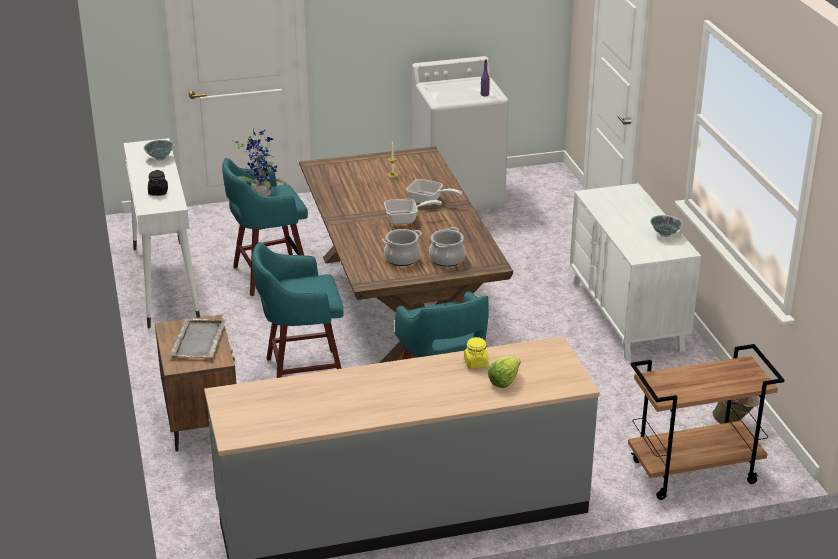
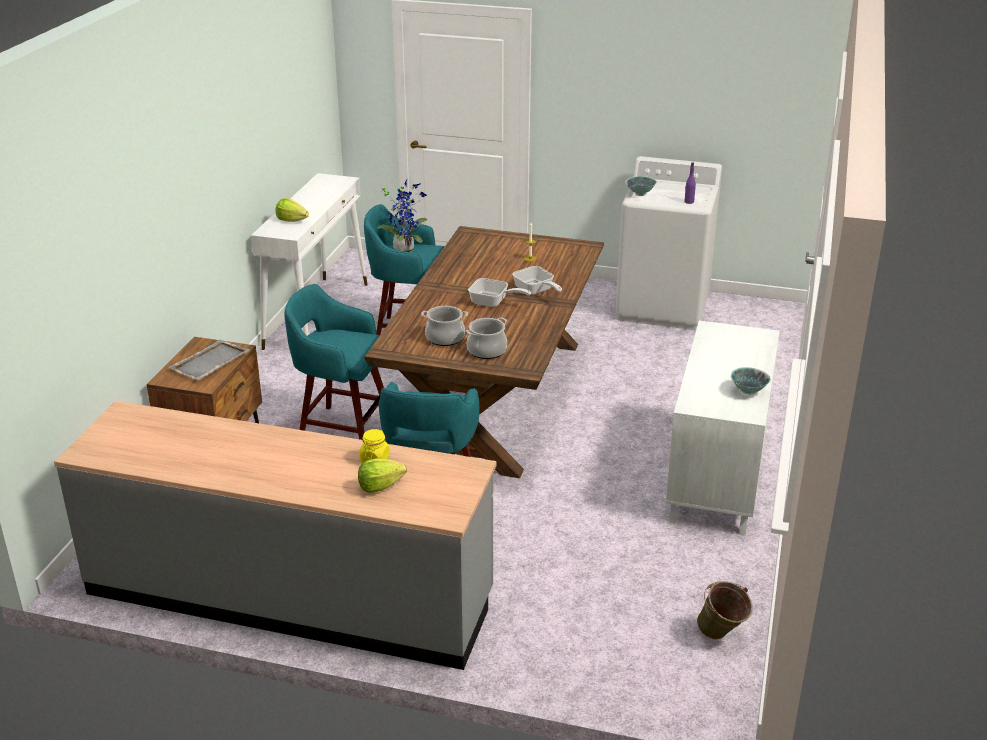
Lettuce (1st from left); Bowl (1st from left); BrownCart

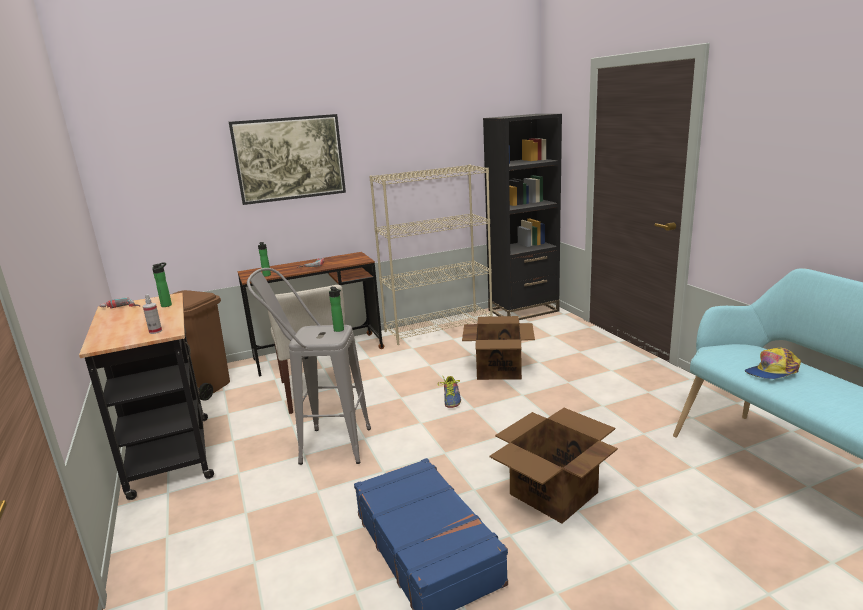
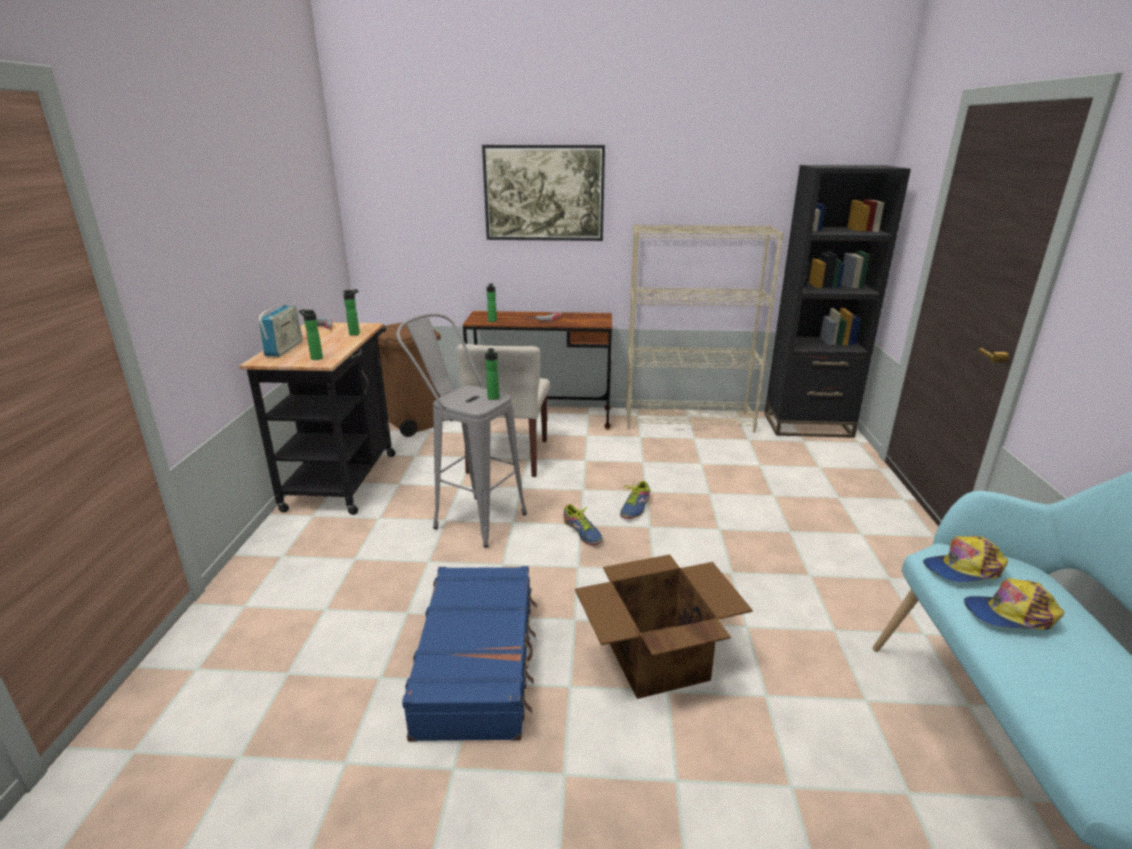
Radio; Bottle (1st from left); Shoe (1st from left); Cap (1st from left); CardboardBox (1st from left in the first image)

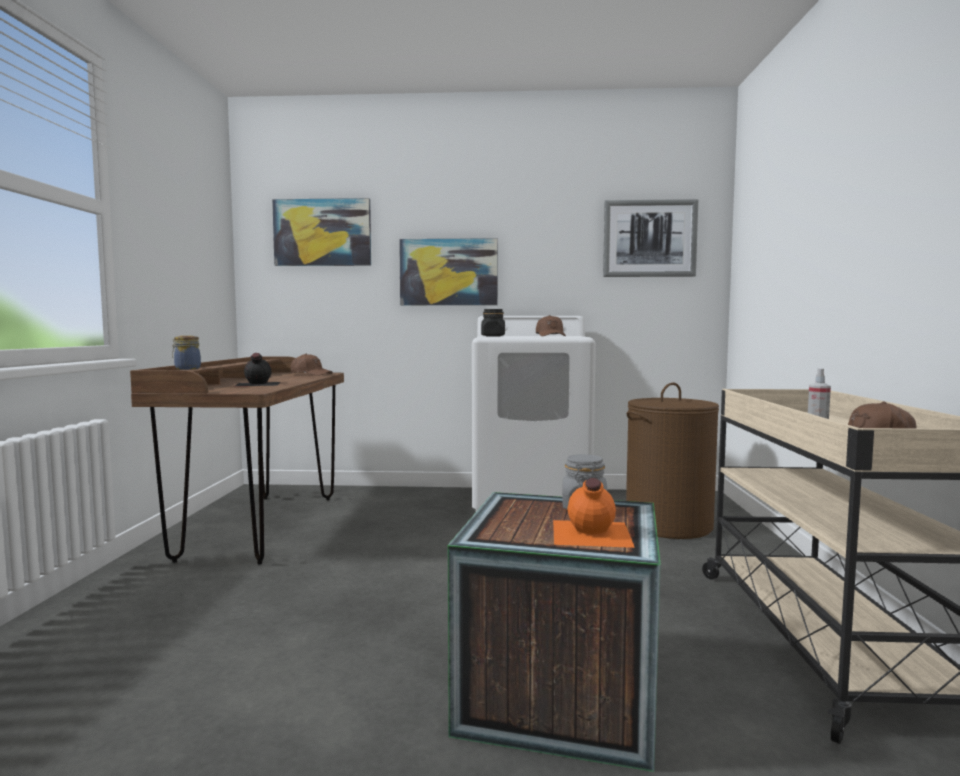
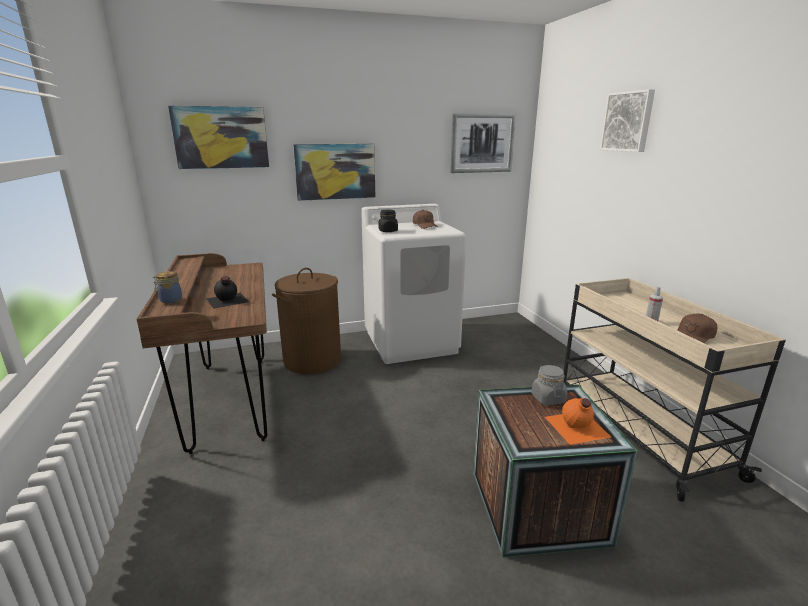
BrownLaundryBasket; Picture (4th from left); BrownCap (1st from left in the first image)

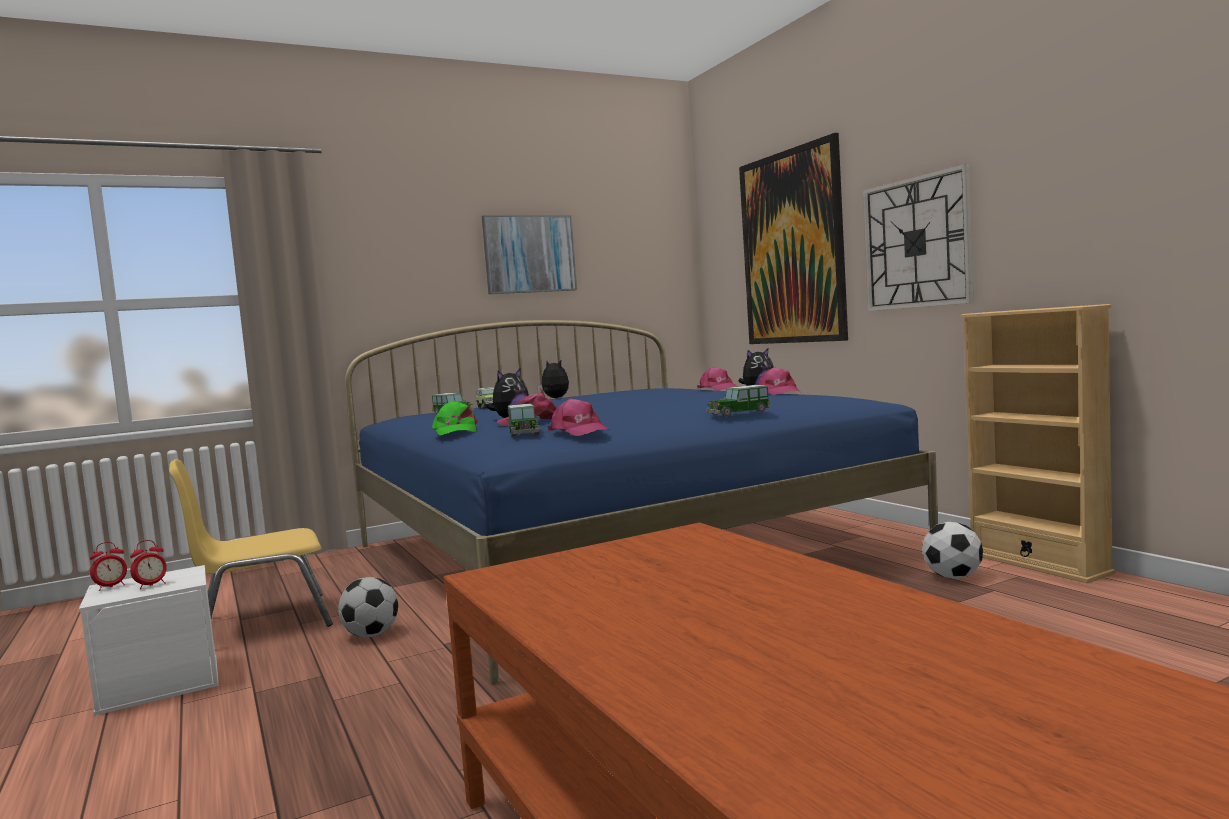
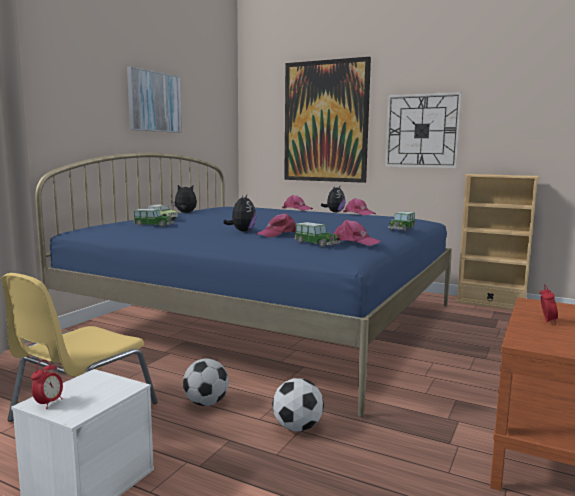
Football (2nd from left); AlarmClock (2nd from left); GreenCap

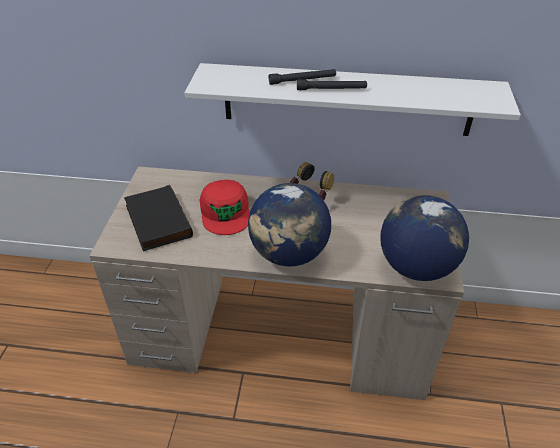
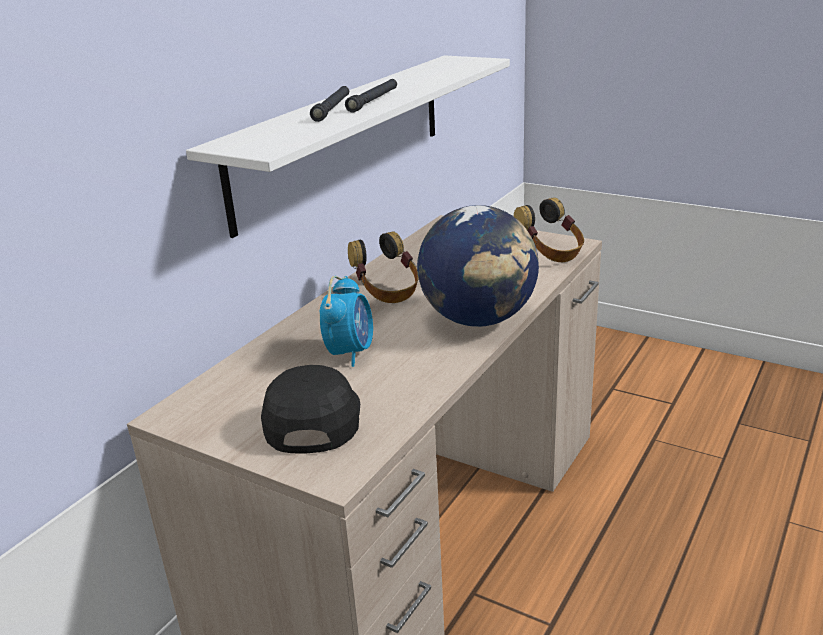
BlackCap; AlarmClock; Headphones (2nd from left)

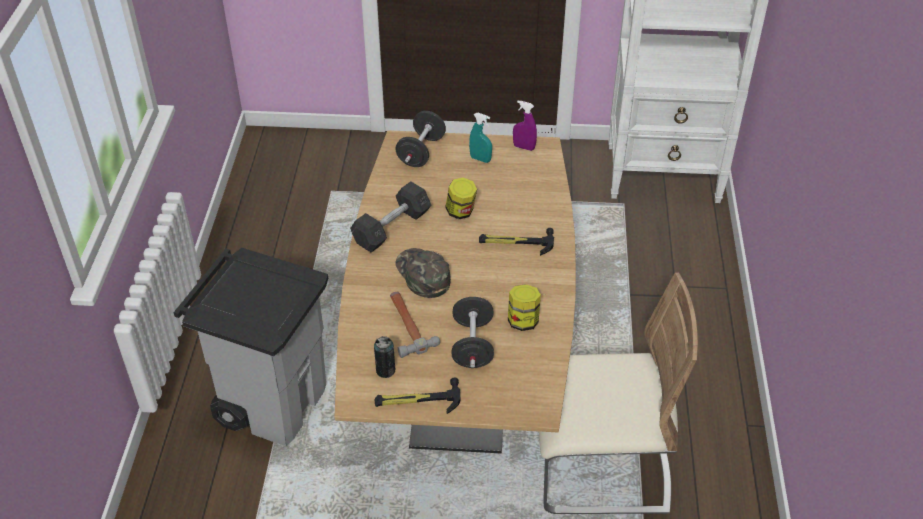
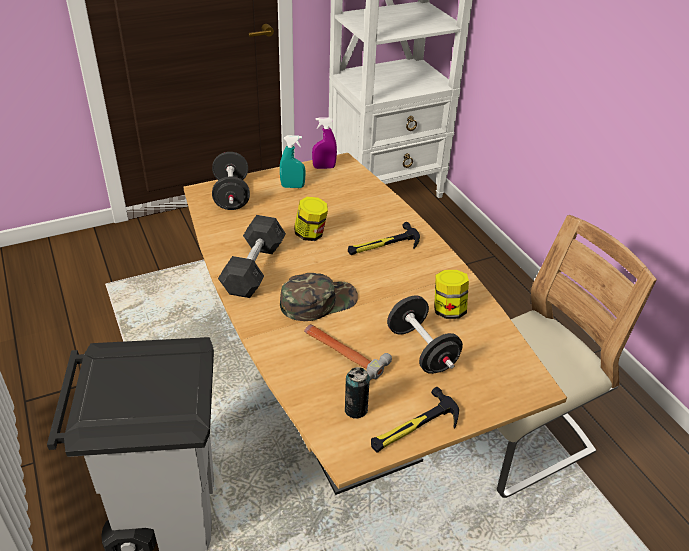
GreenCap

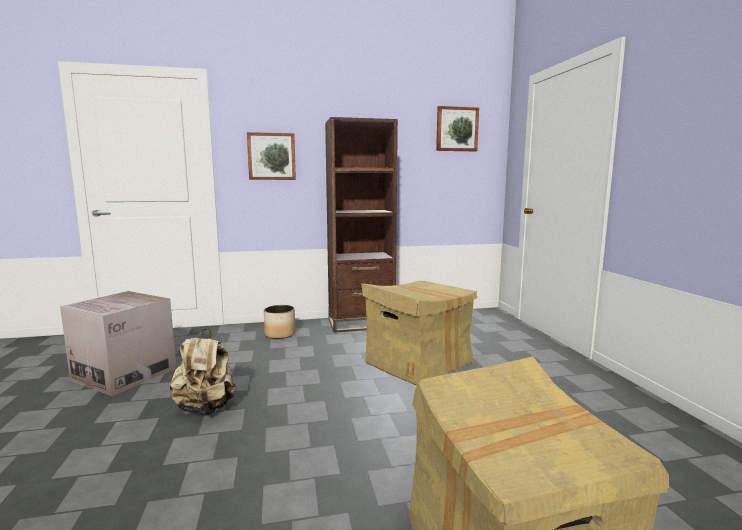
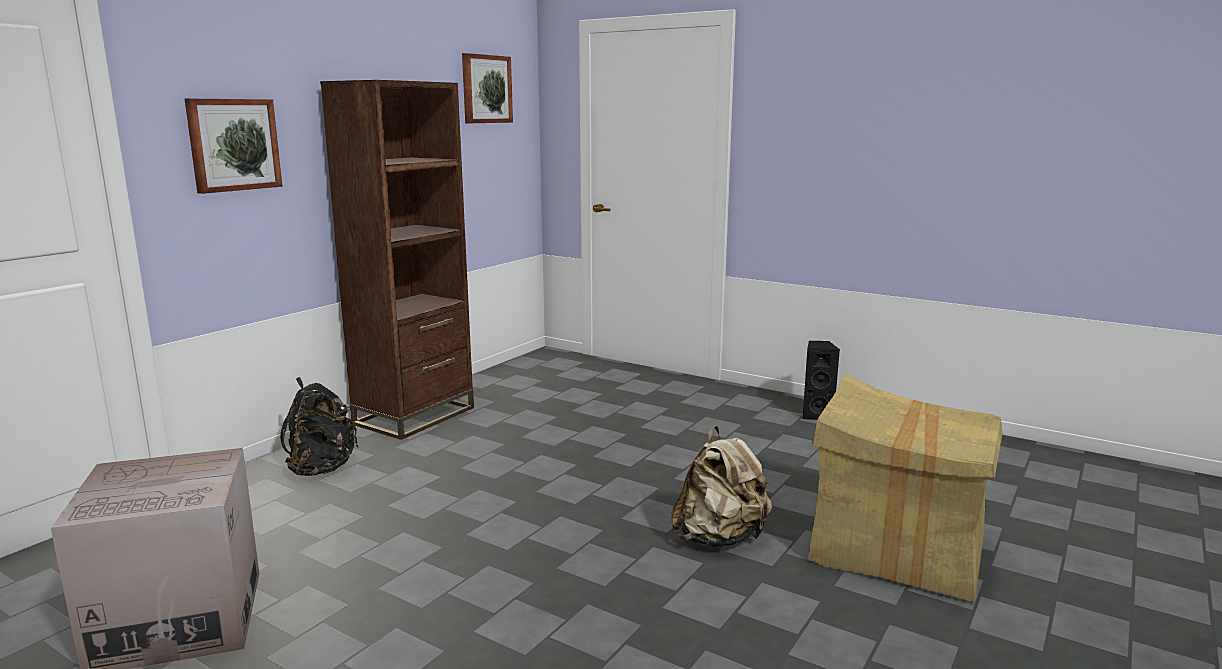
BlackBackpack; BeigeBackpack; BlackSpeaker; CardboardBox (2nd from left in the first image)

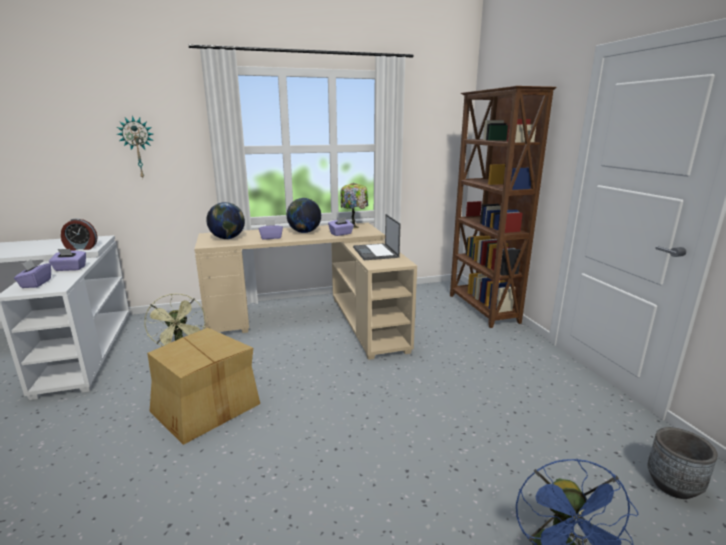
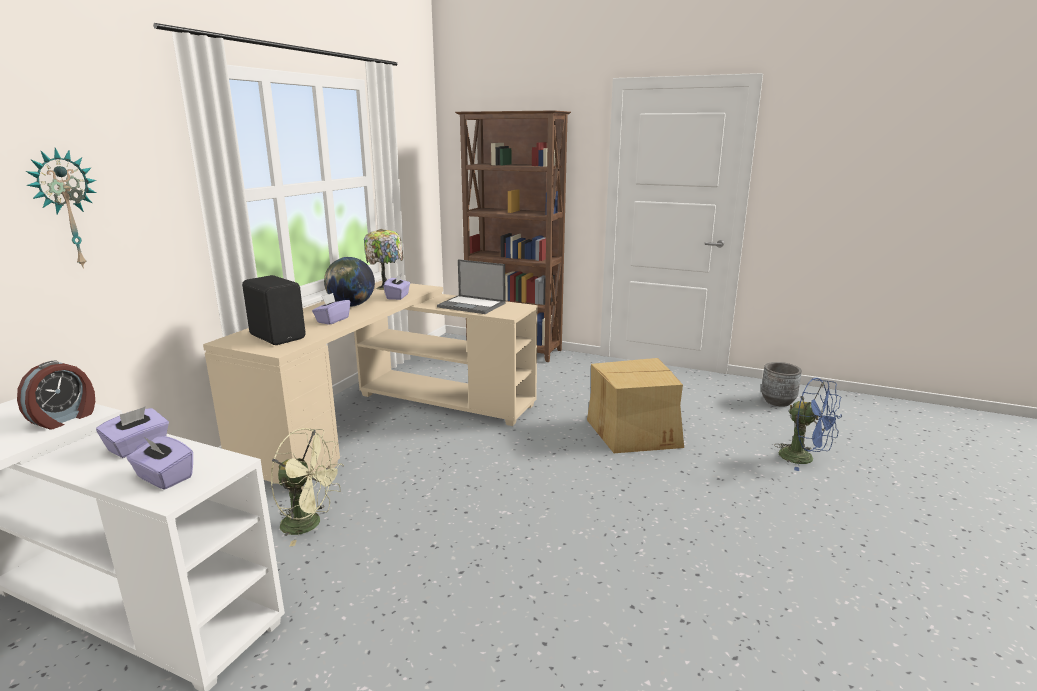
BlackSpeaker; CardboardBox

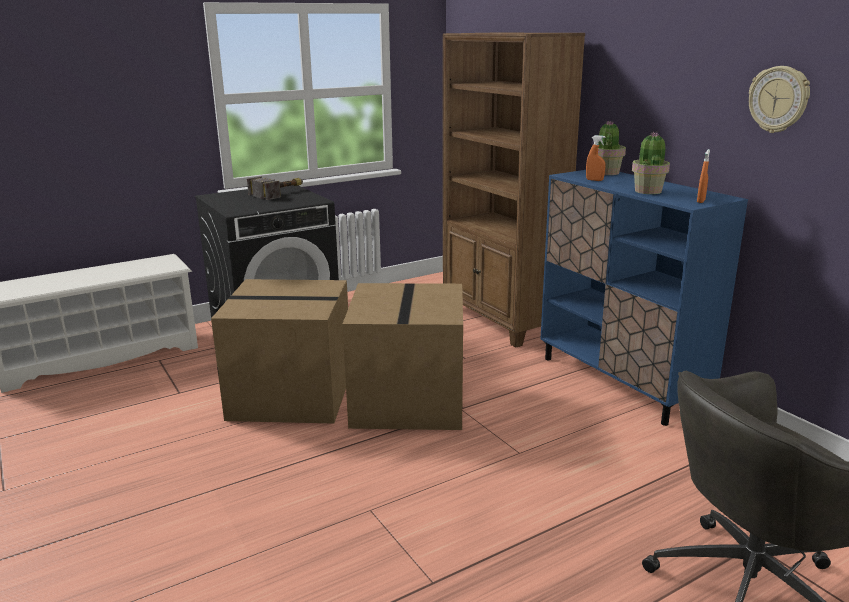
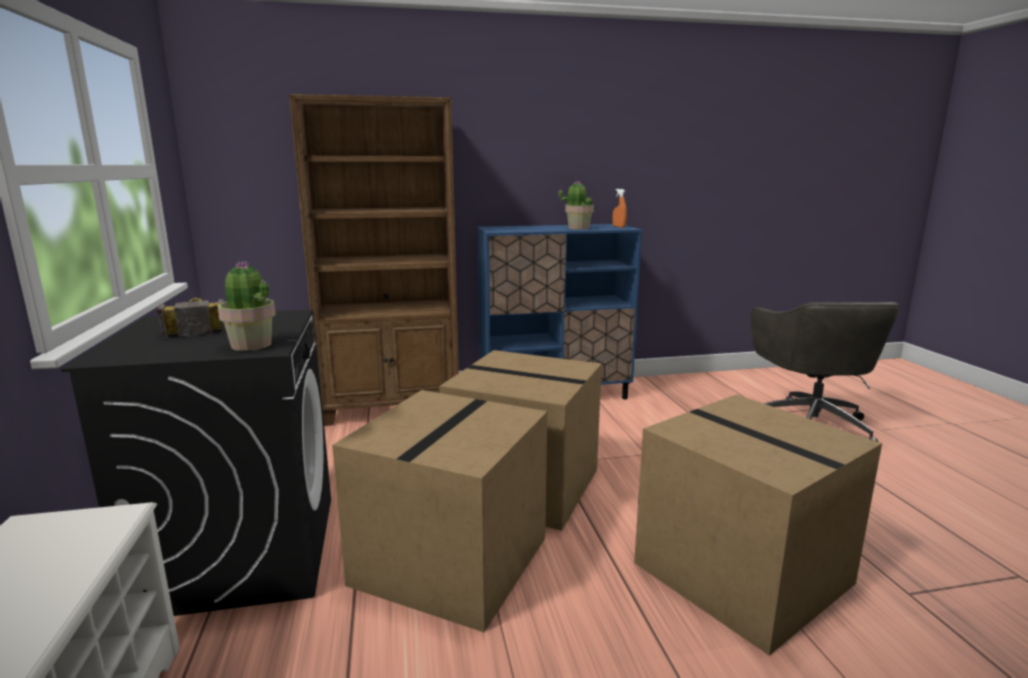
PottedPlant (1st from left); CardboardBox (3rd from left); OrangeSprayBottle (1st from left in the first image); WallClock

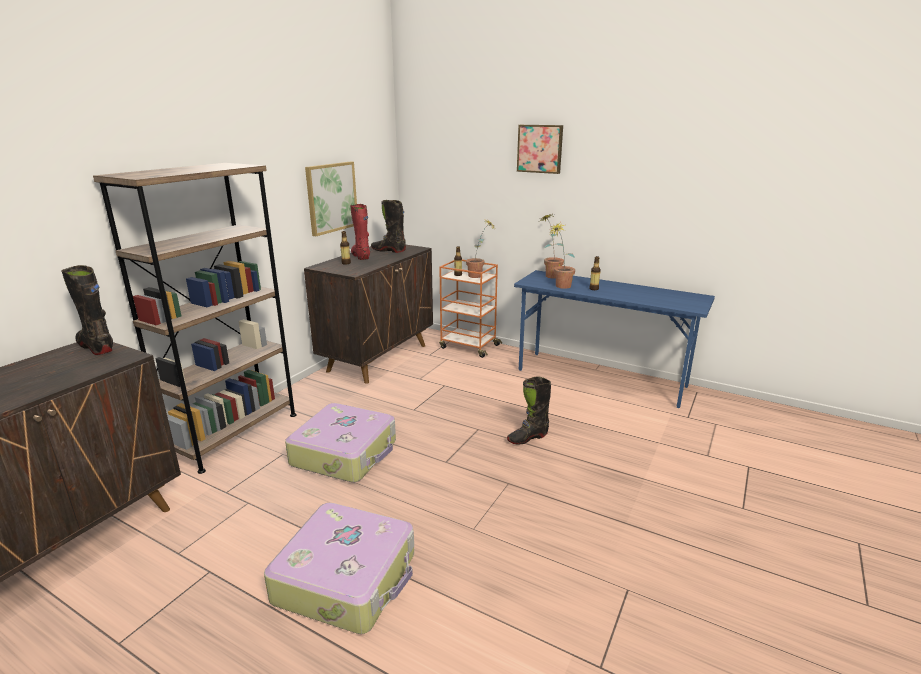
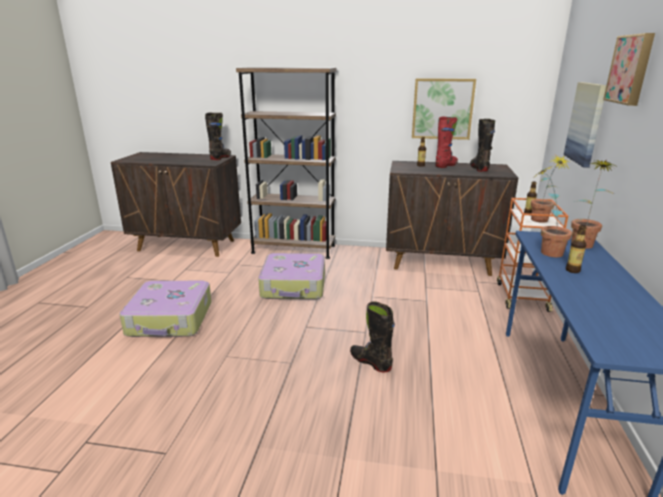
Picture (2nd from left)

